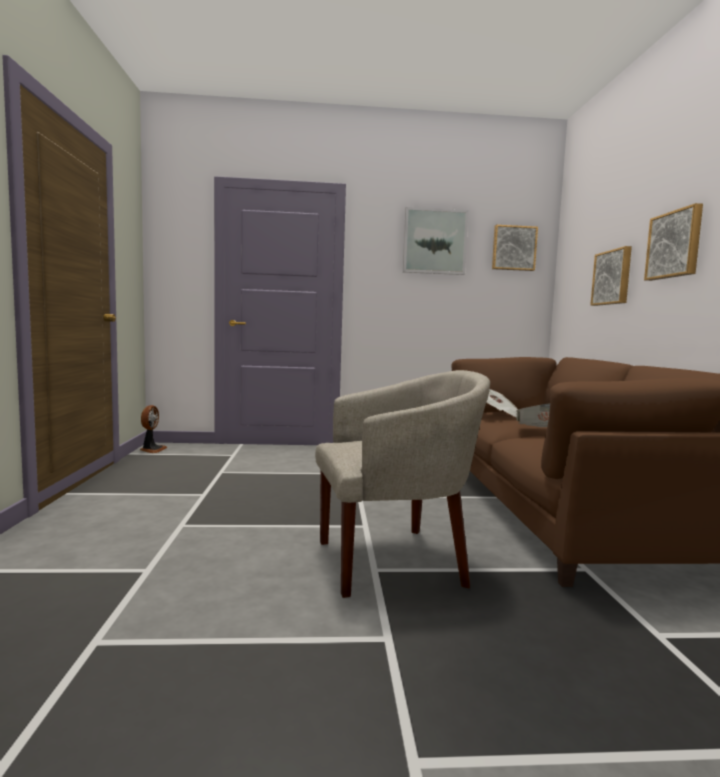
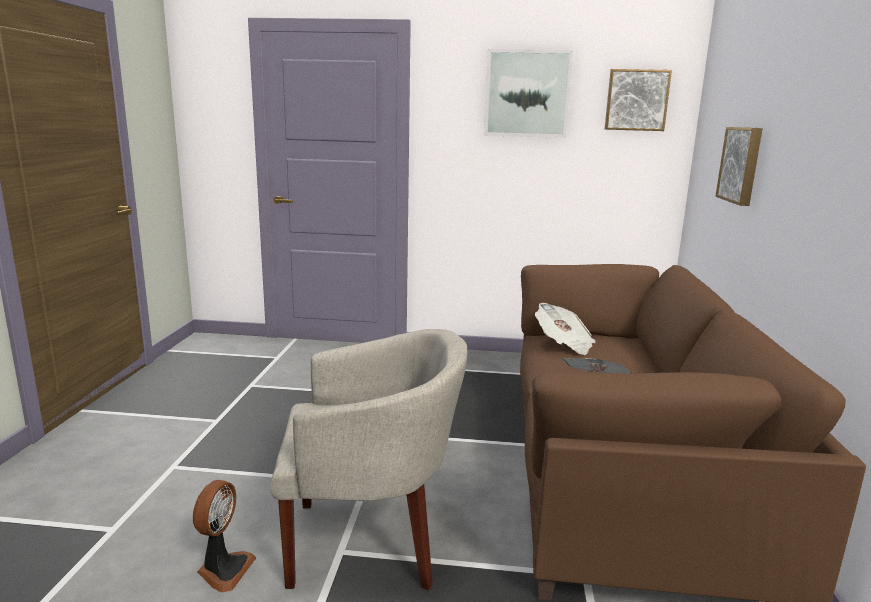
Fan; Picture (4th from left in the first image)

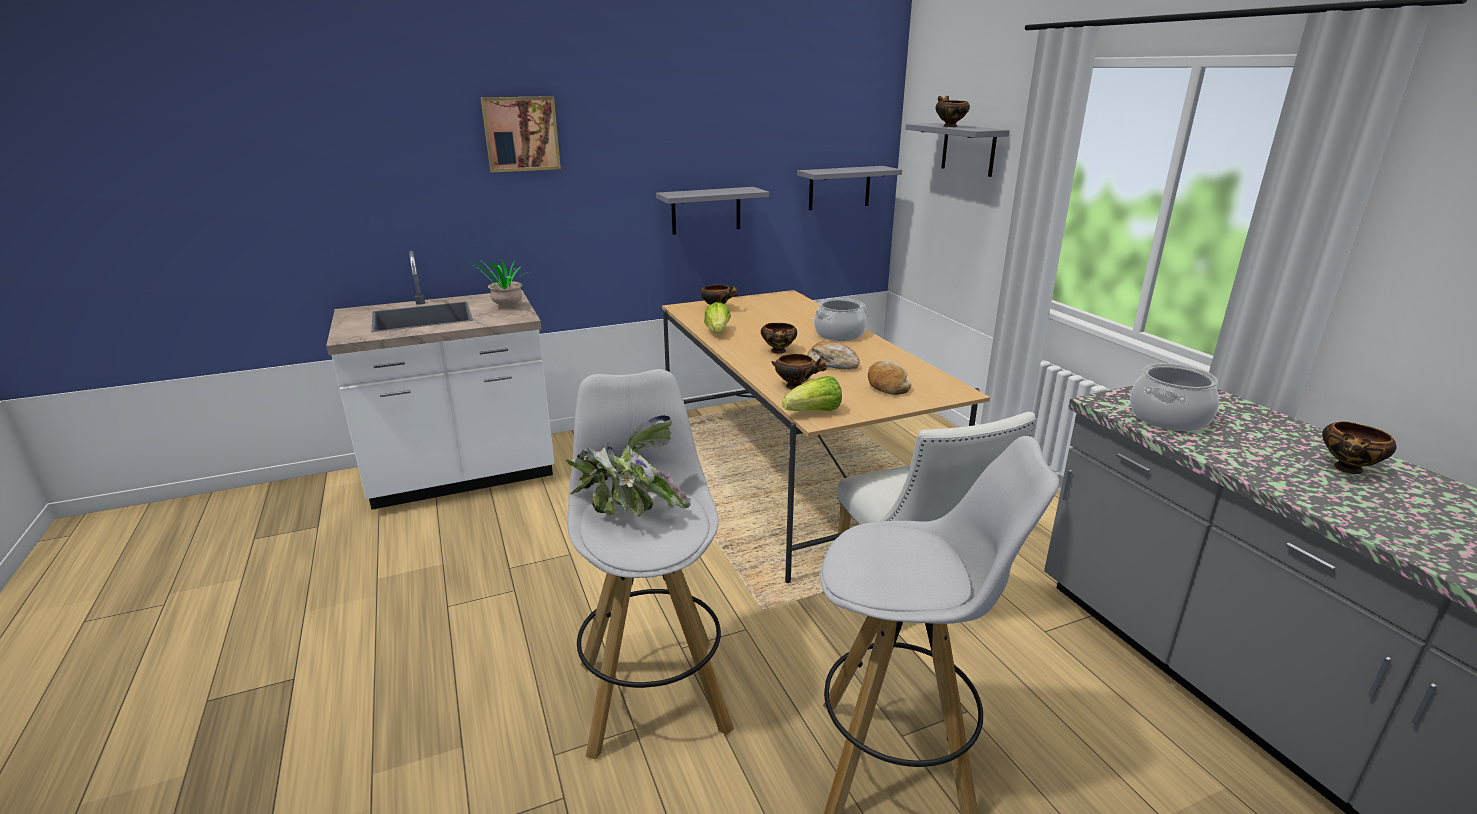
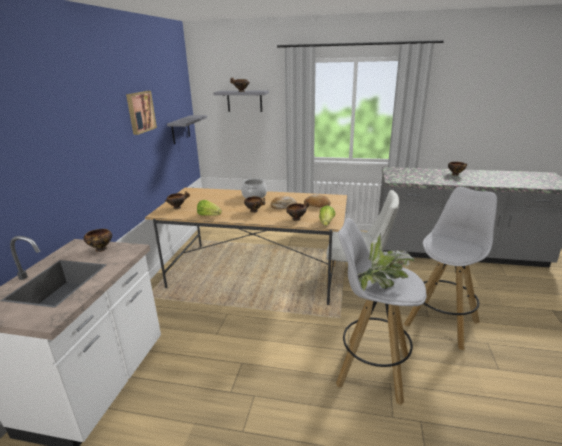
Bowl (1st from left); Picture; GreyShelf (1st from left in the first image); CookingPot (2nd from left in the first image)

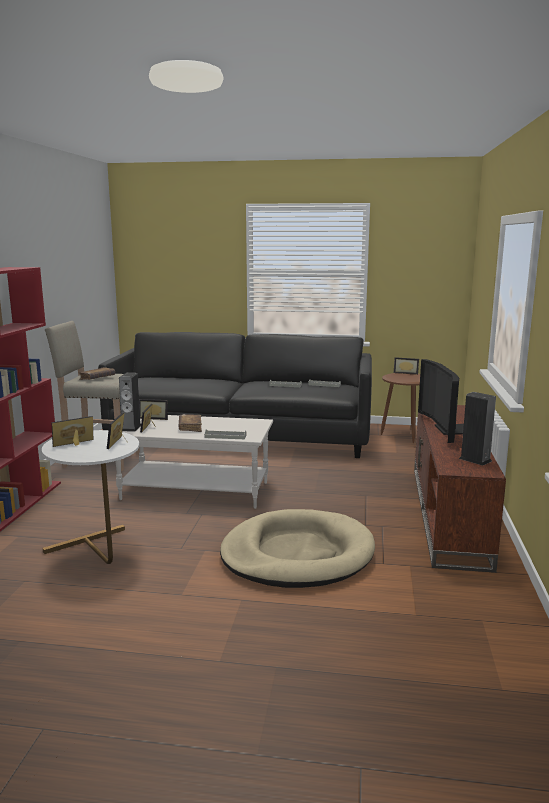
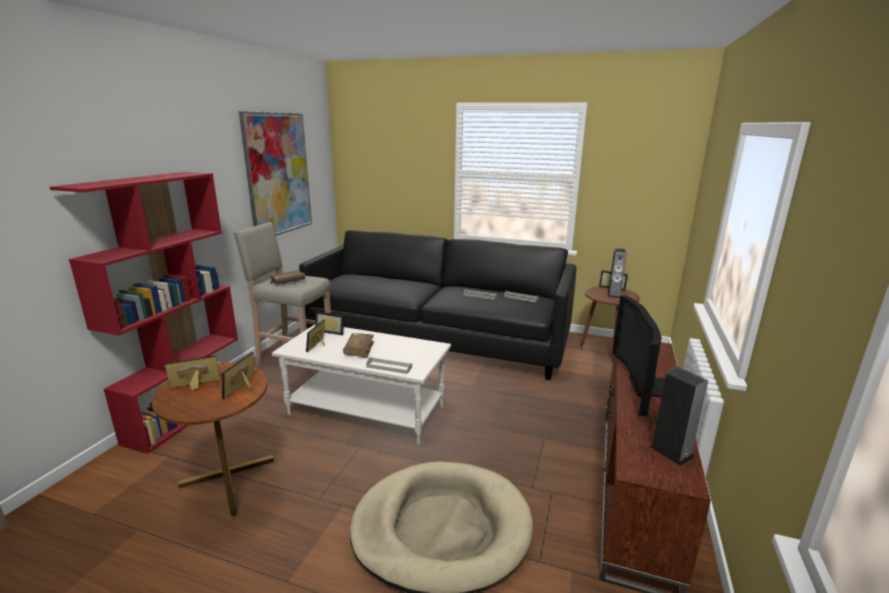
BrownSideTable (1st from left); Picture; Speaker (1st from left)

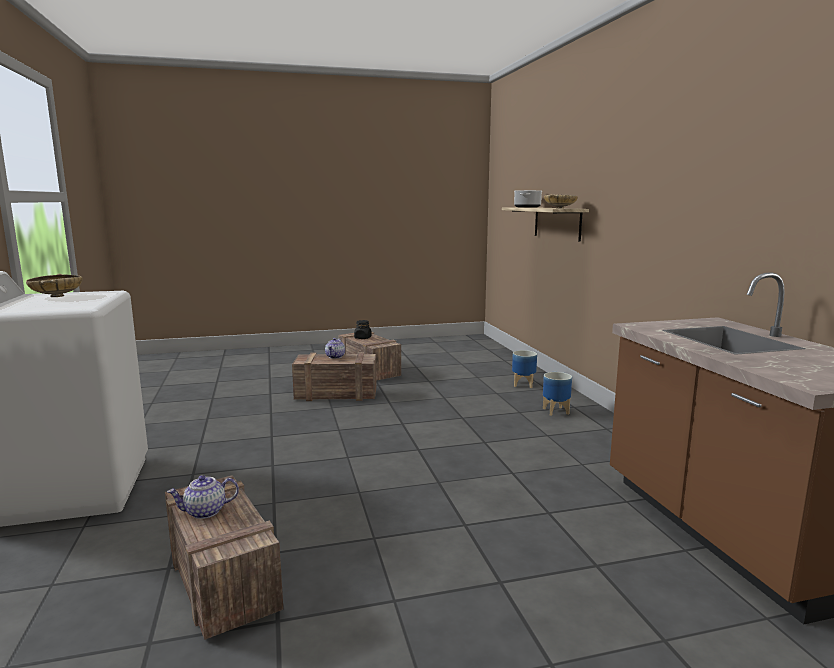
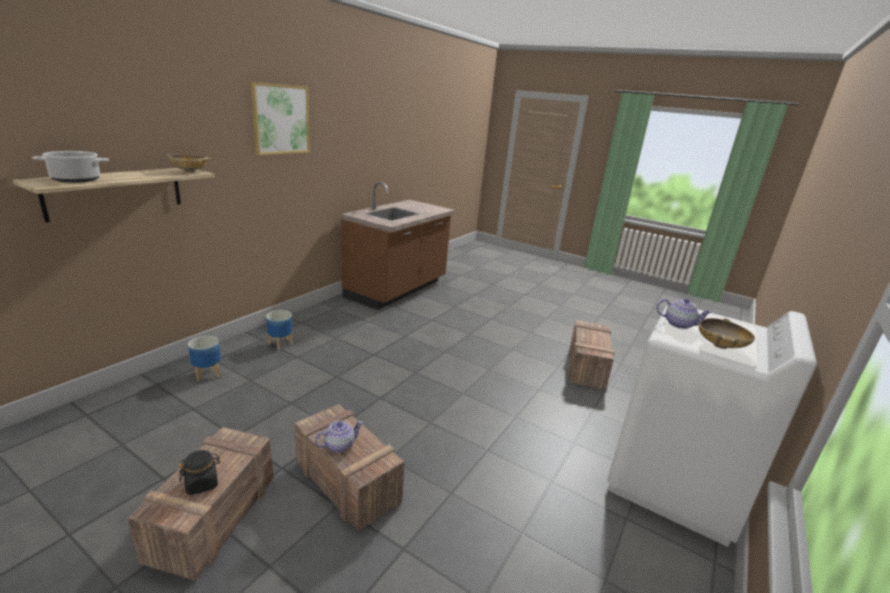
Picture; Teapot (2nd from left)

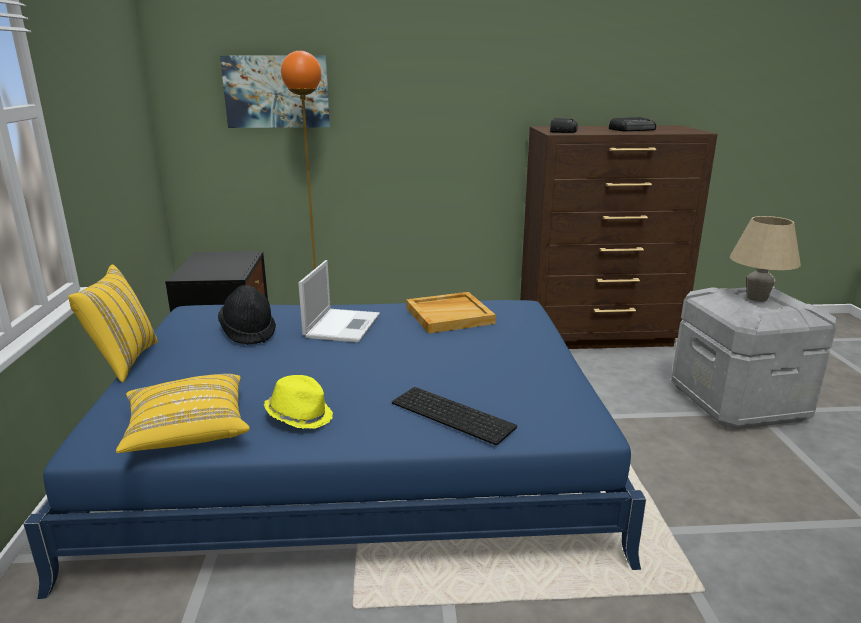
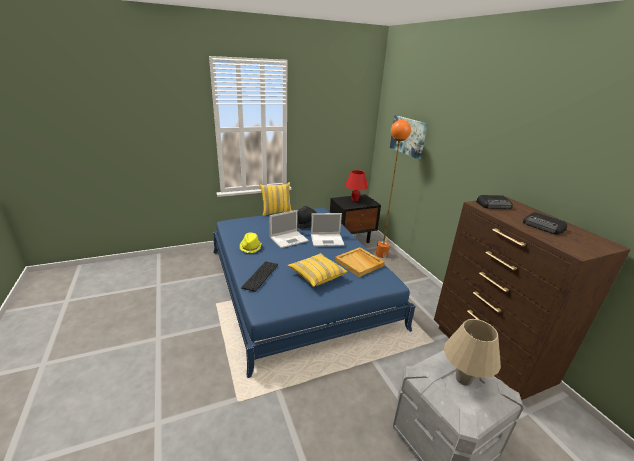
Laptop (1st from left); YellowPillow (2nd from left); RedTableLamp

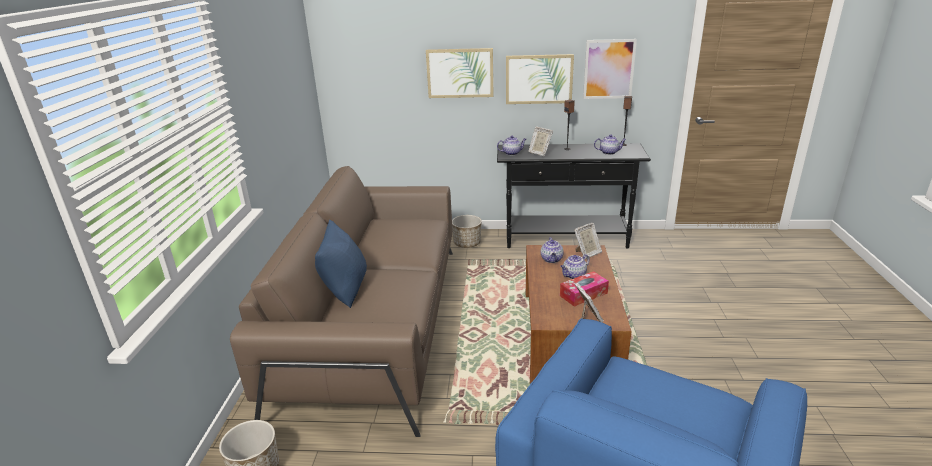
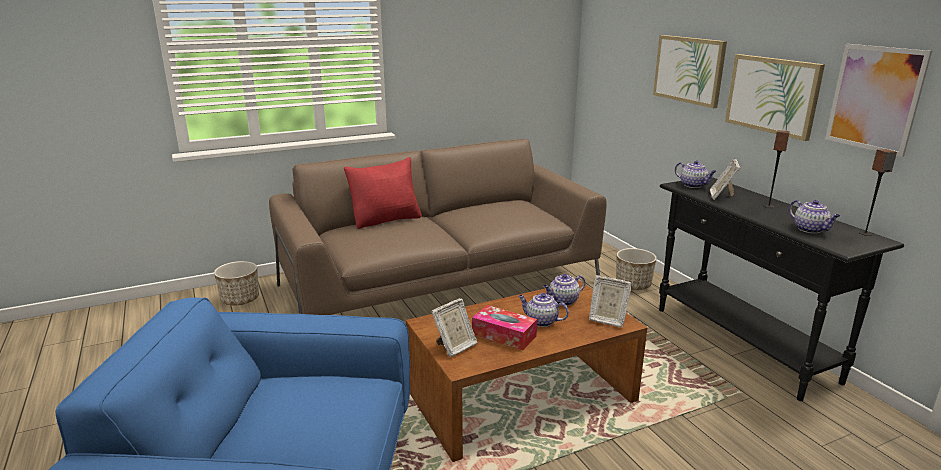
RedPillow

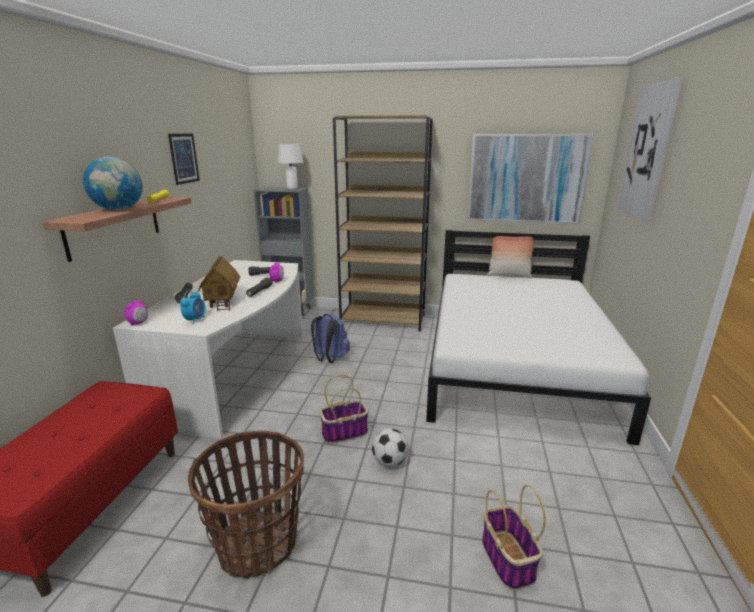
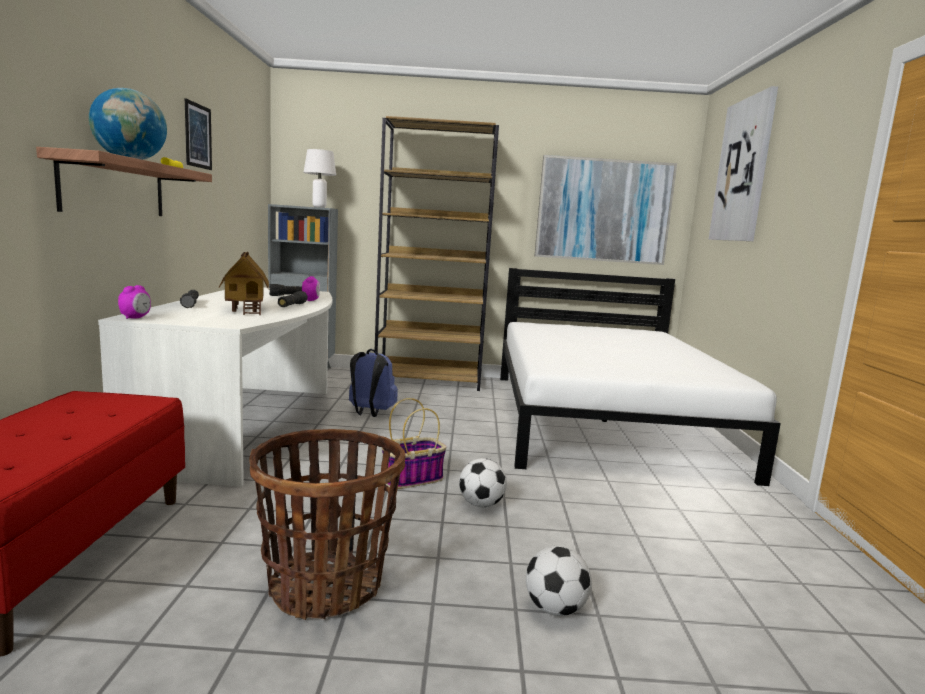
Football (2nd from left); AlarmClock (2nd from left in the first image); Basket (3rd from left in the first image); Pillow

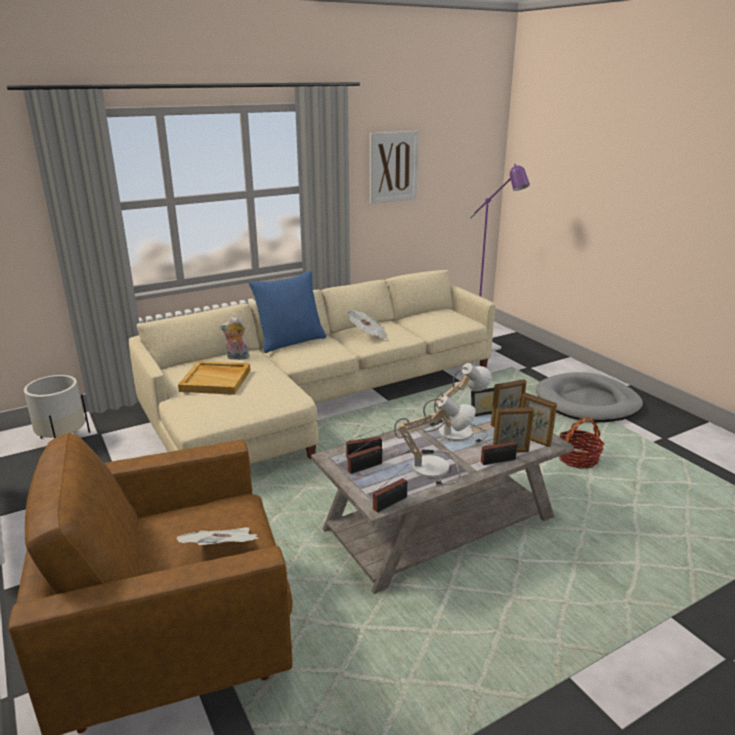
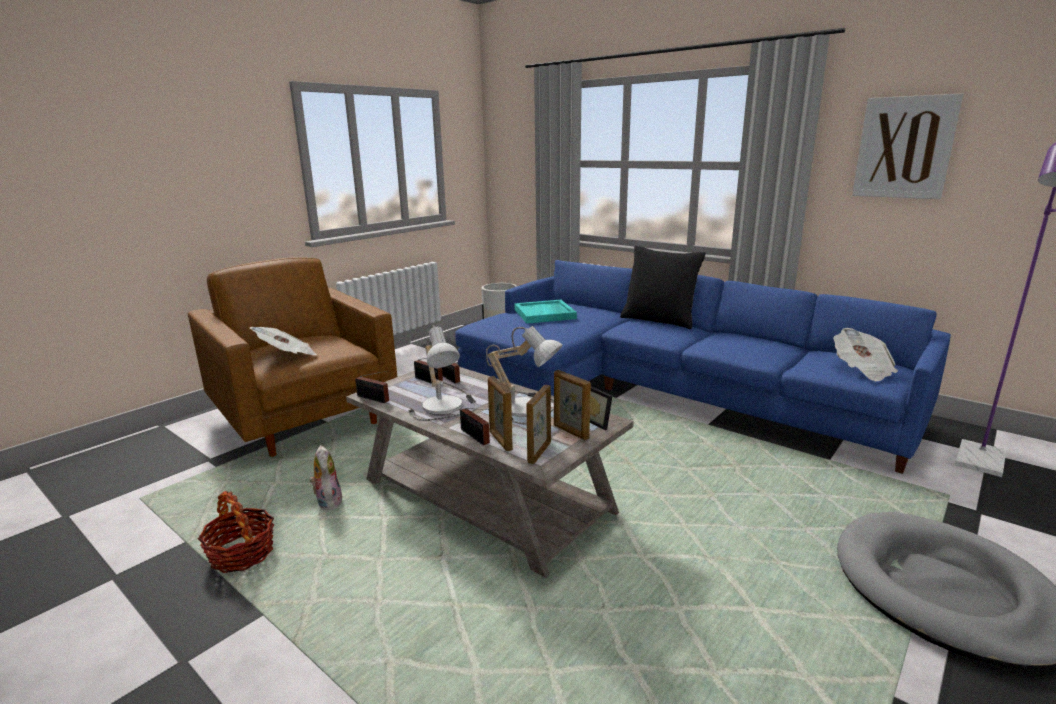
Basket; PlushToy; BlueSofa; TurquoiseTray; BlackPillow; Newspaper (2nd from left)

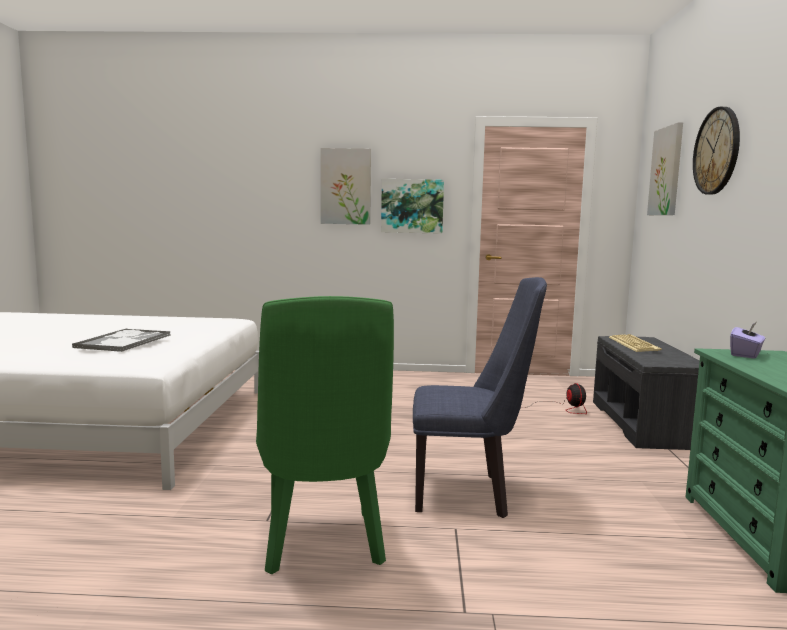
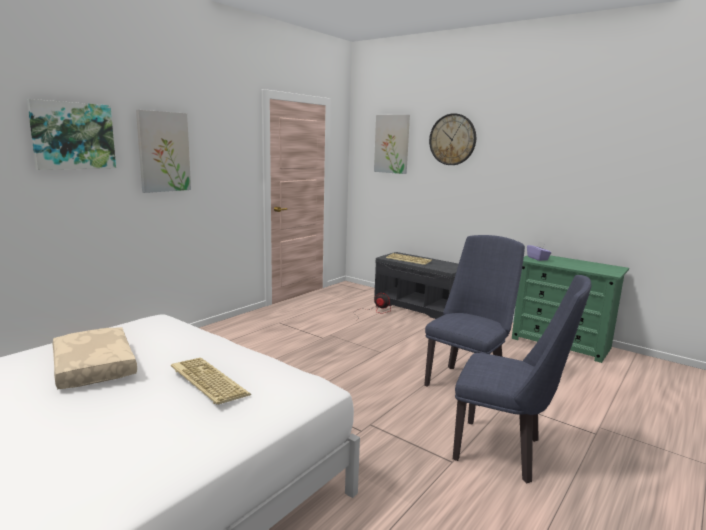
Picture (1st from left); BeigePillow; Keyboard (1st from left); BlueChair (2nd from left)

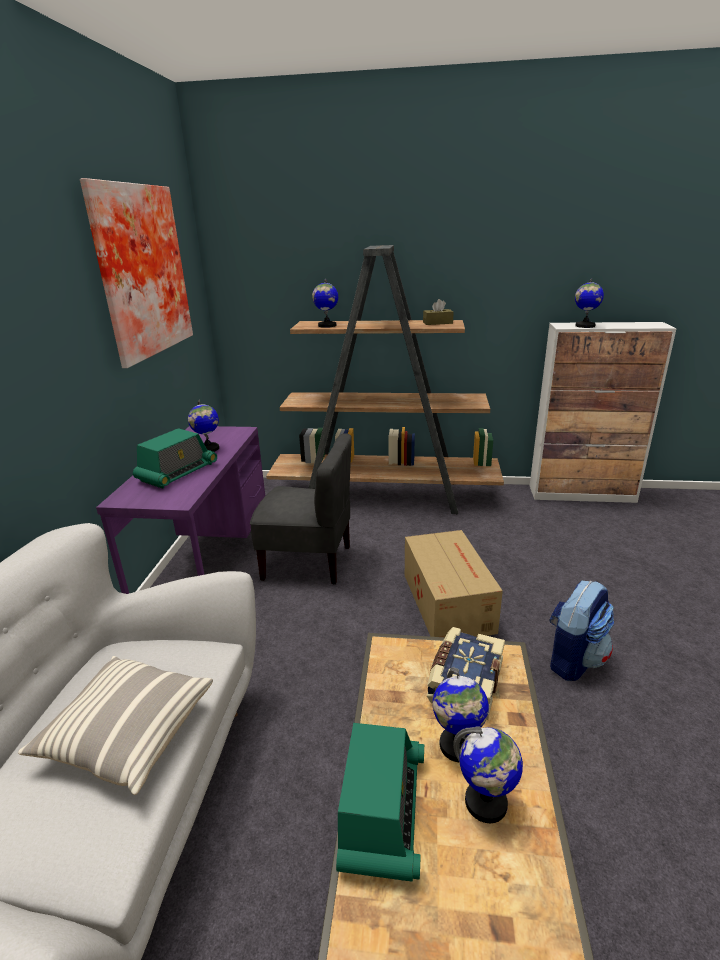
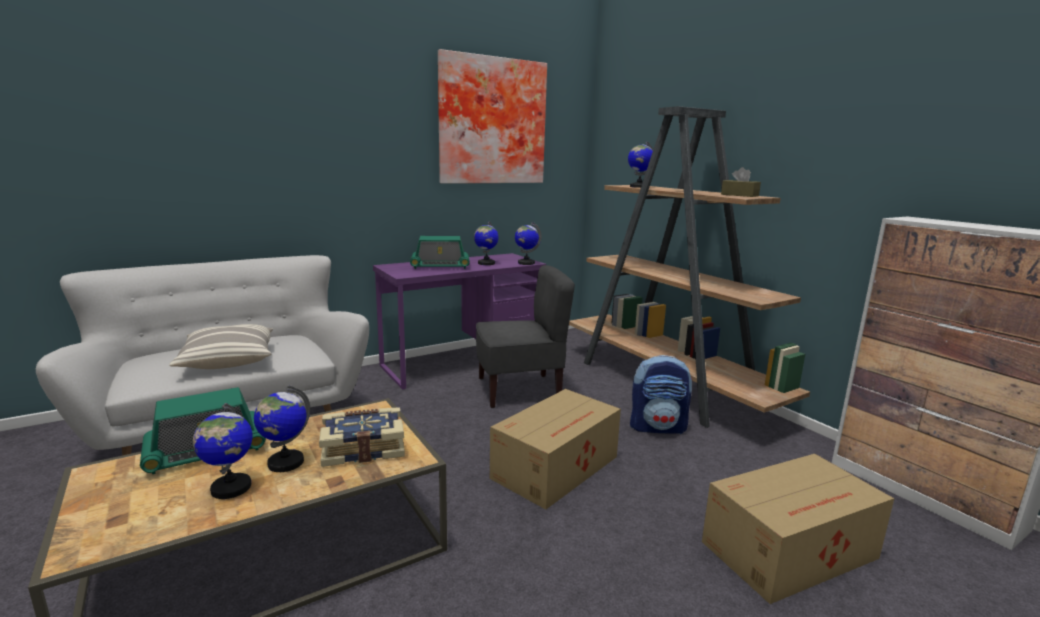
GreyChair; Globe (4th from left); Backpack; CardboardBox (2nd from left)

